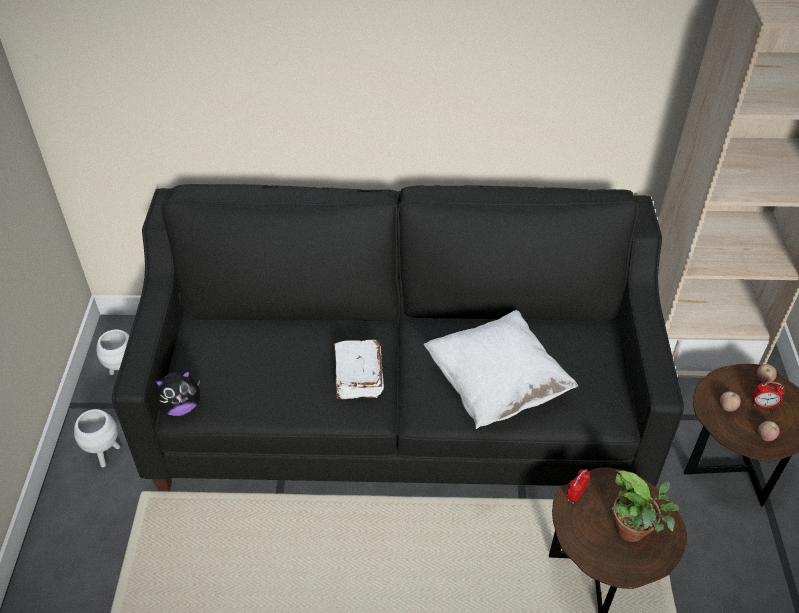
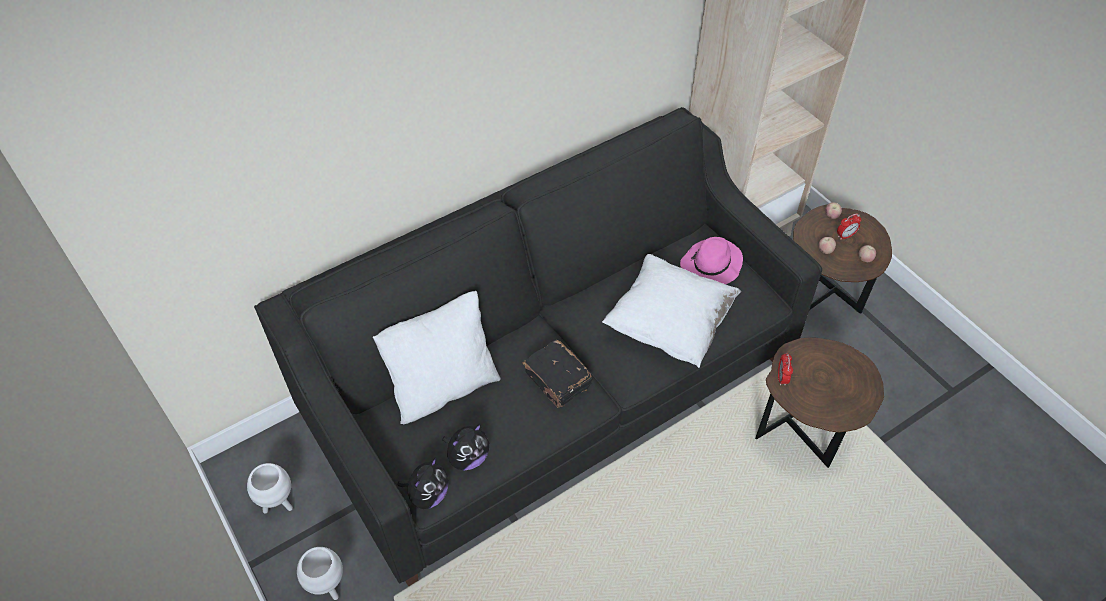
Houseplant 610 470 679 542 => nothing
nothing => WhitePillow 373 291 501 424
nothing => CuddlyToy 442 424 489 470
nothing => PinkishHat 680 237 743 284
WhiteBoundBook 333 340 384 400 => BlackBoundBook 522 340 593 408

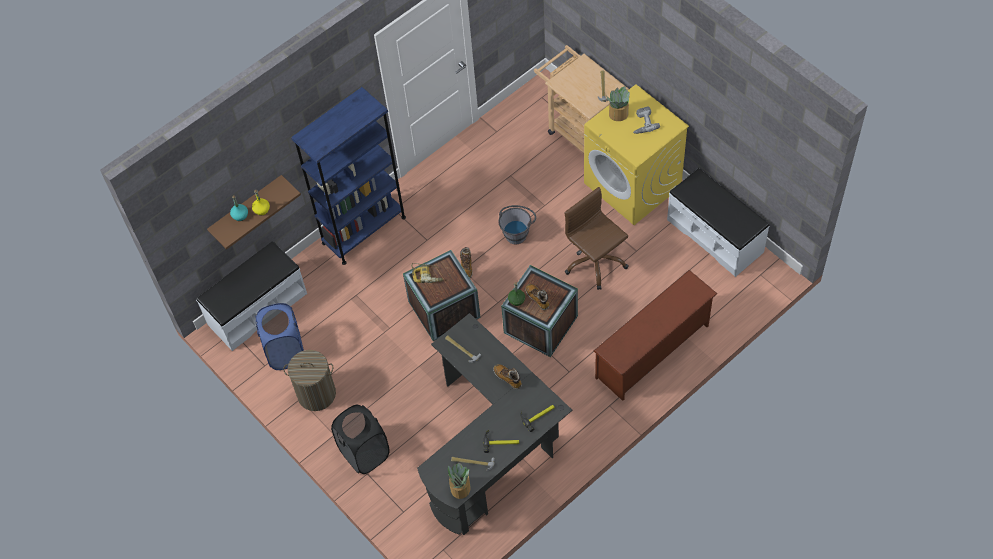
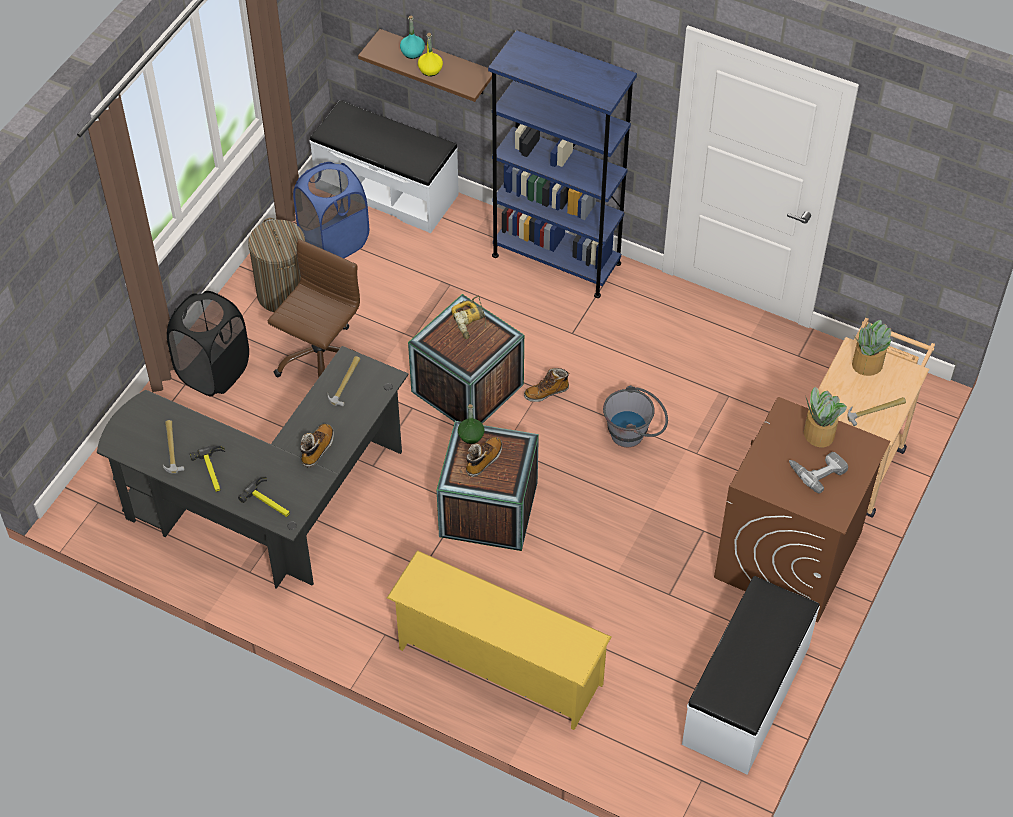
Houseplant 448 463 470 499 => Houseplant 852 320 891 376, shifted
BrownishOfficeChair 565 187 629 290 => BrownishOfficeChair 268 239 360 378, shifted
YellowLaundryMachine 584 84 689 225 => BrownishLaundryMachine 714 397 890 622
BrownishShoeShelf 594 270 717 401 => YellowShoeShelf 387 550 611 730

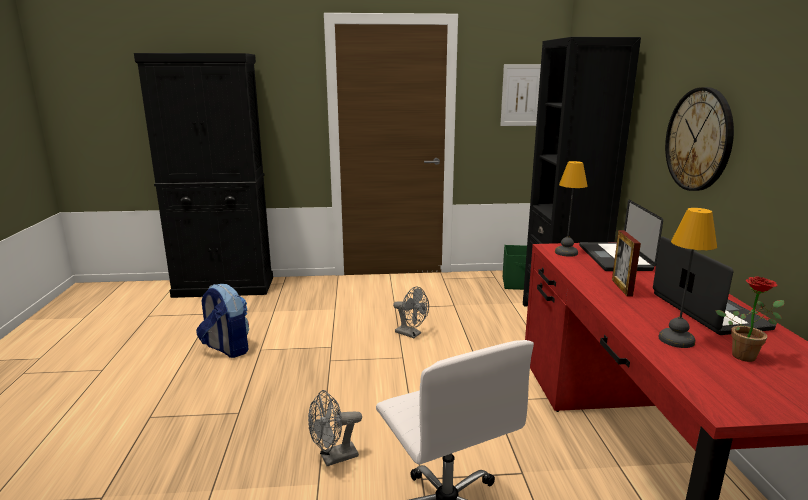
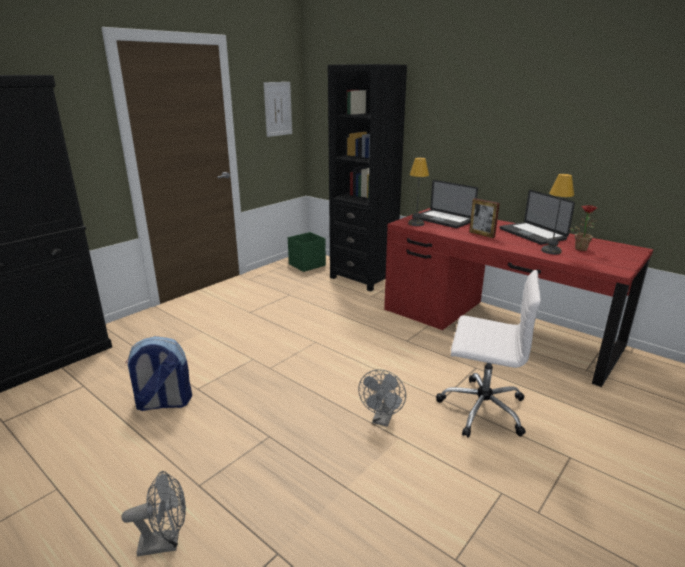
WallClock 665 87 734 191 => nothing
GreyishCoolingFan 393 287 429 338 => GreyishCoolingFan 122 471 186 556, shifted
PortableComputer 653 236 776 335 => PortableComputer 499 190 575 245, 150 degrees counterclockwise

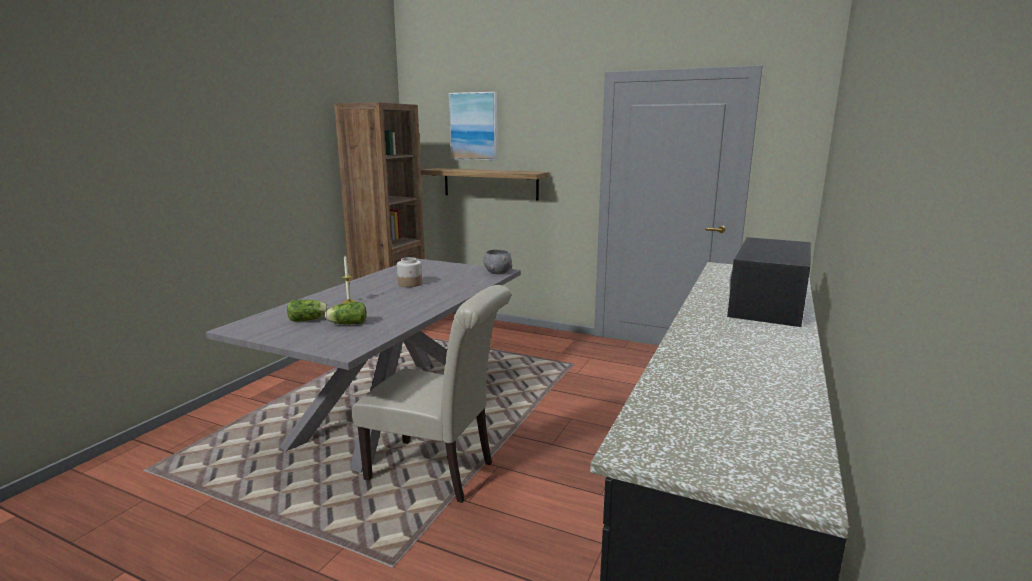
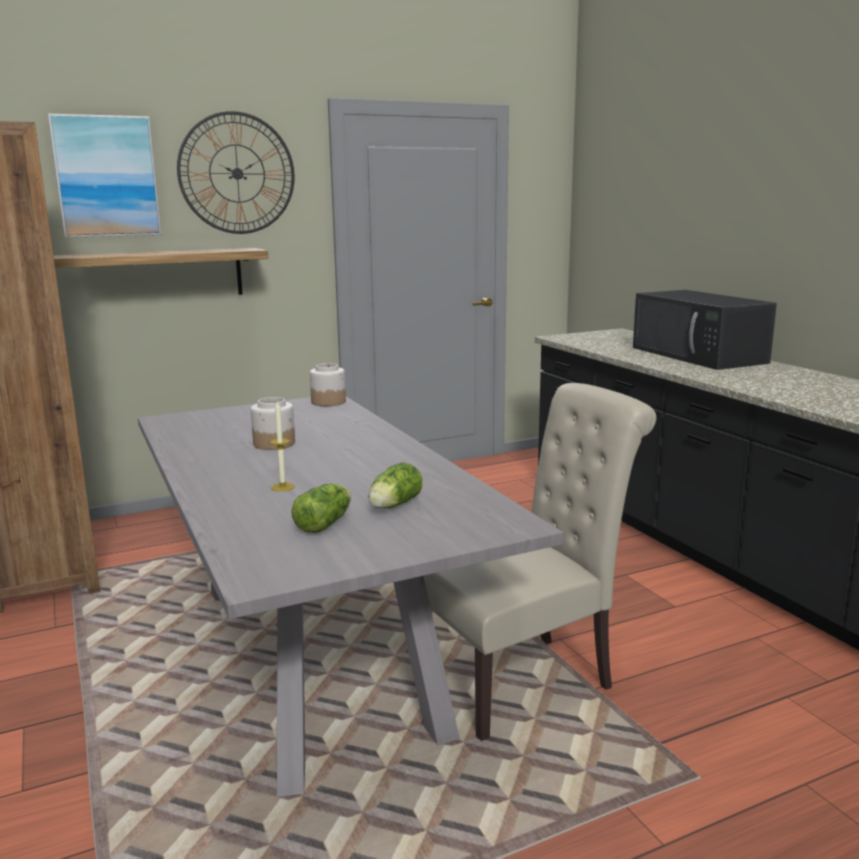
nothing => WallClock 177 111 295 234
GreyishBowl 483 249 512 274 => Jar 310 363 346 406

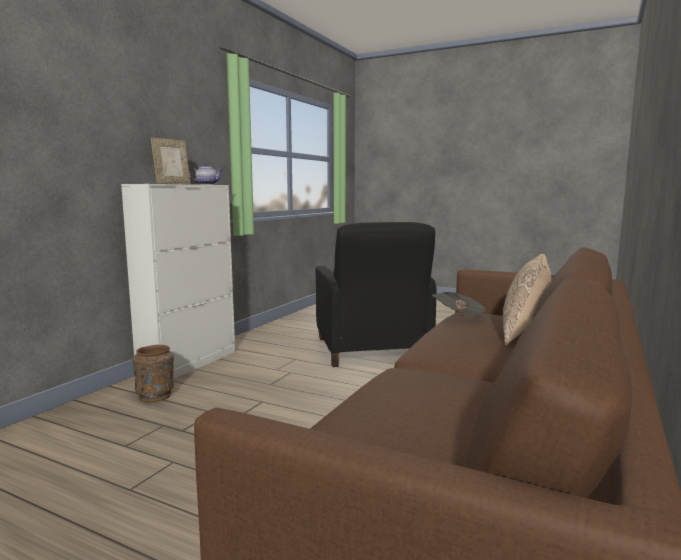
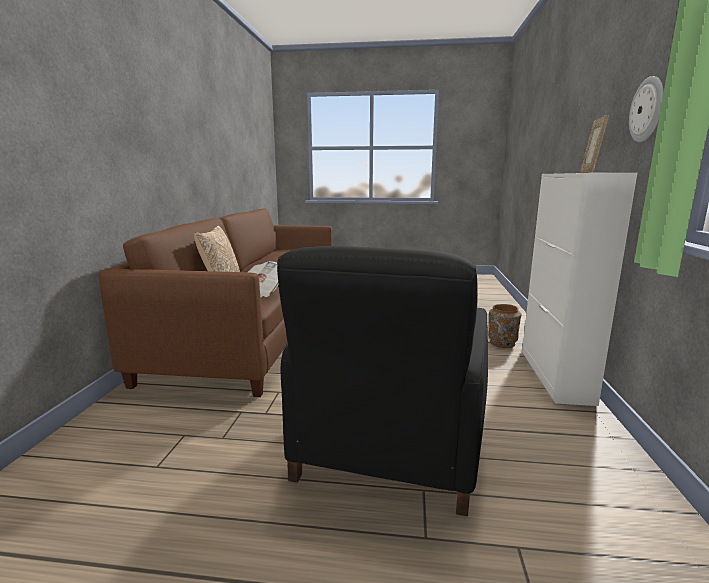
PotForTea 189 163 223 185 => nothing
nothing => WallClock 629 76 664 142
BlackEasyChair 316 222 437 367 => BlackEasyChair 277 246 488 516, 135 degrees counterclockwise

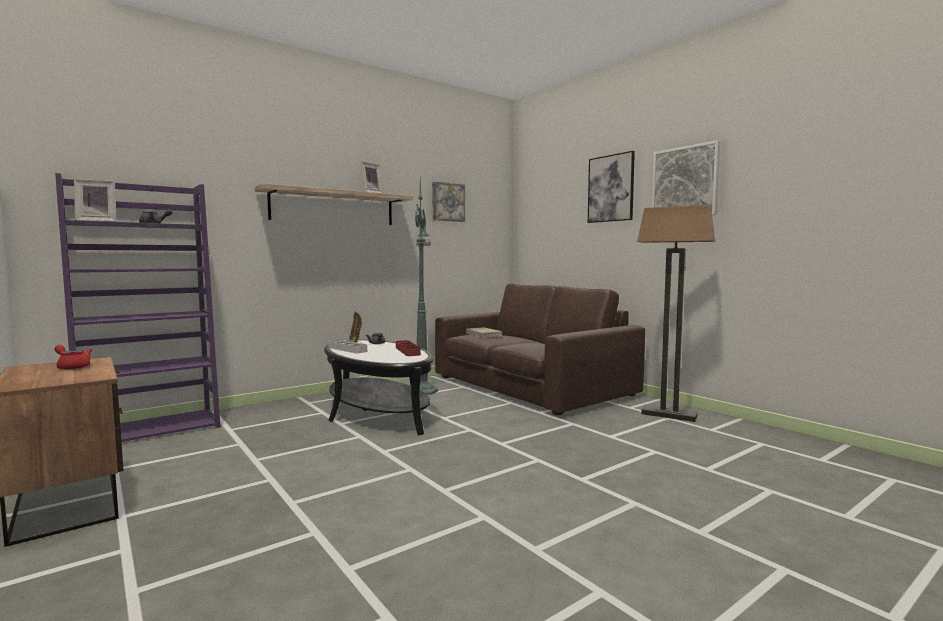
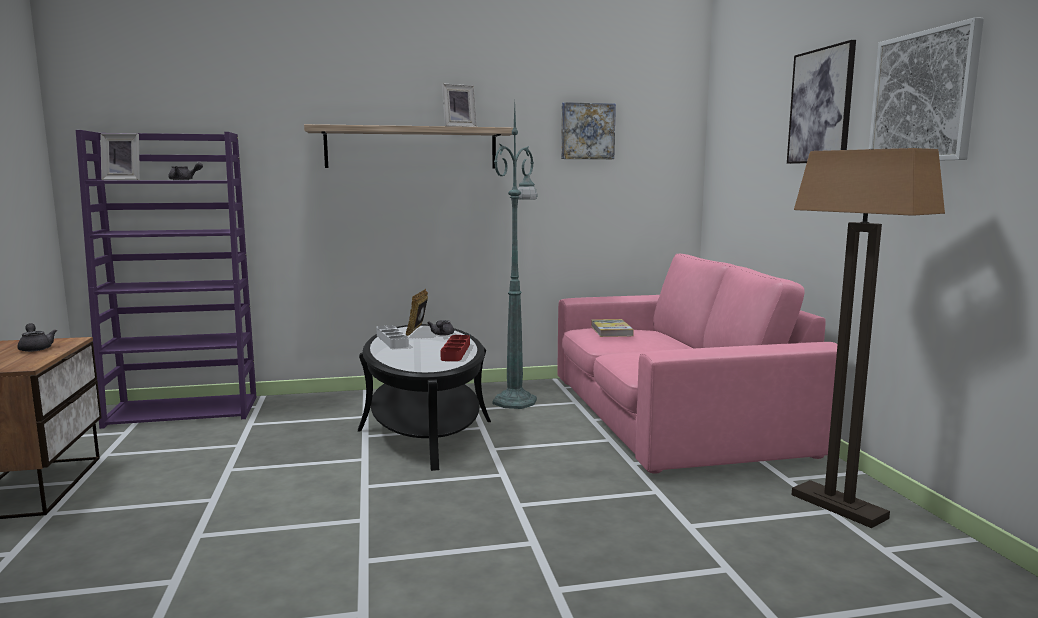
RedPotForTea 54 345 92 370 => GreyishPotForTea 17 323 57 352
BrownishSofa 435 283 645 415 => PinkishSofa 557 254 837 474

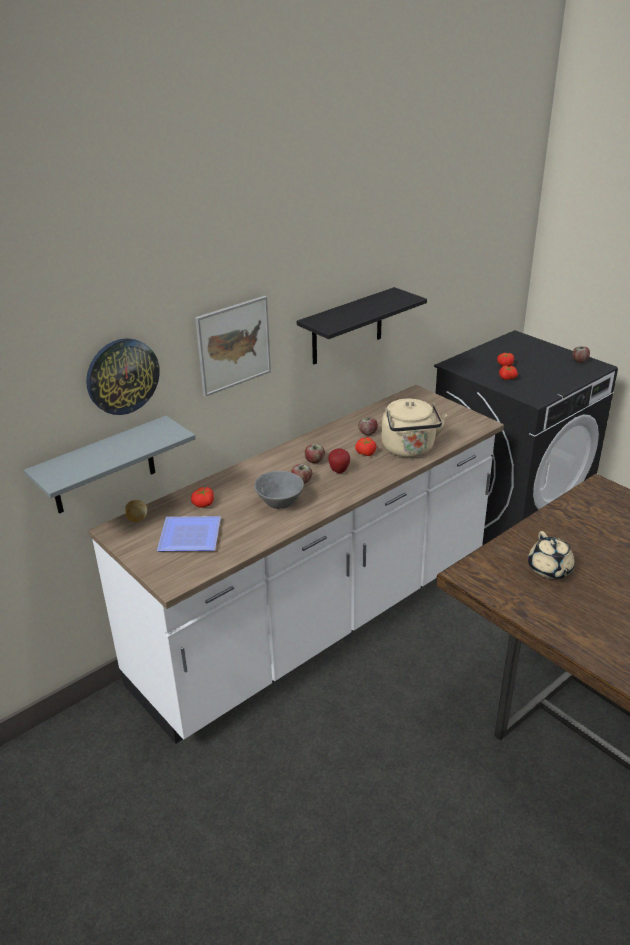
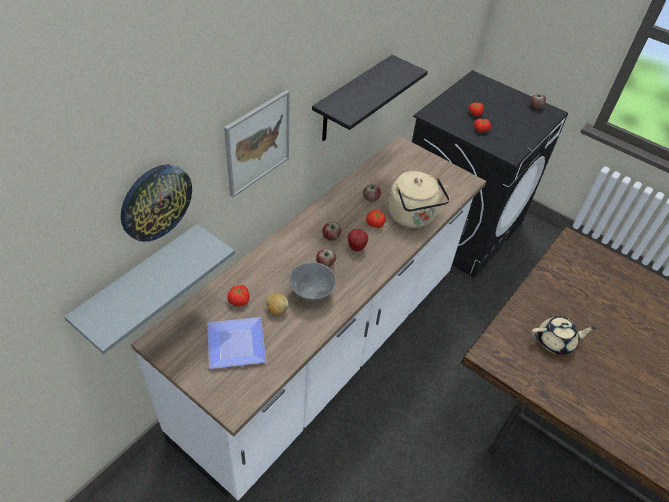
Spud 125 500 147 522 => Spud 266 293 288 315, shifted
BeigePotForTea 528 531 575 579 => BeigePotForTea 531 316 596 355, 75 degrees counterclockwise

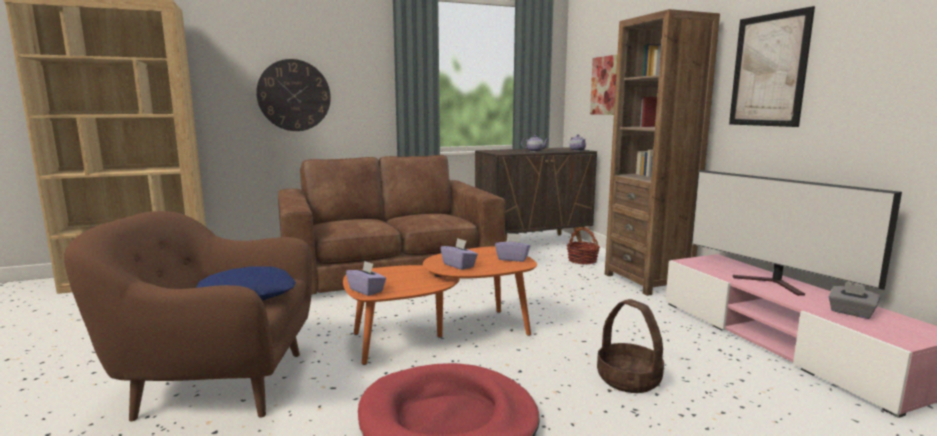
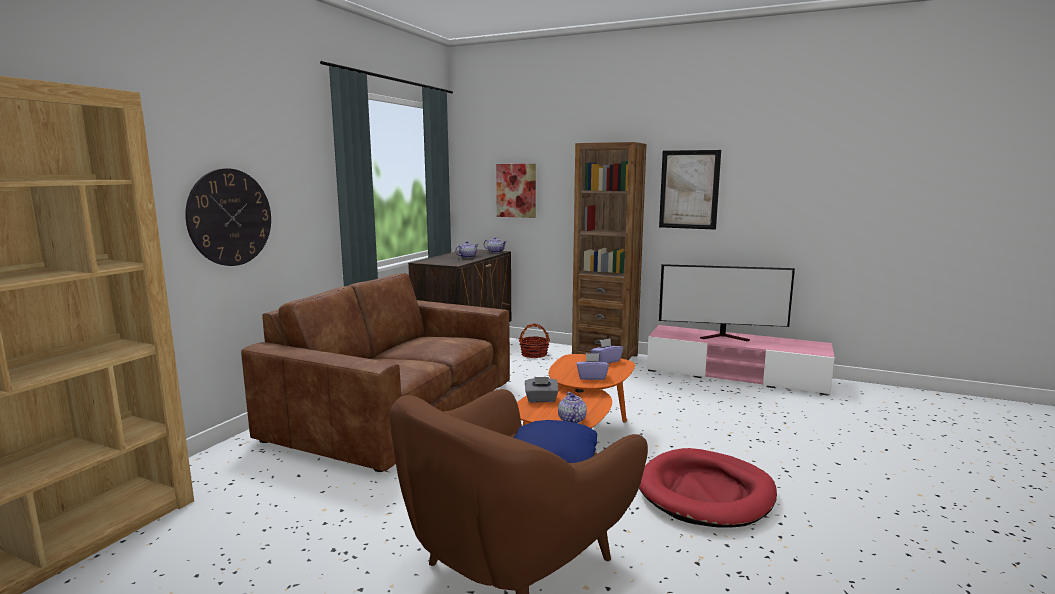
StorageBasket 597 299 664 393 => nothing
GreyishTissueHolder 829 283 880 319 => GreyishTissueHolder 525 377 558 403, shifted
PurpleTissueHolder 346 261 386 296 => PotForTea 558 392 587 423

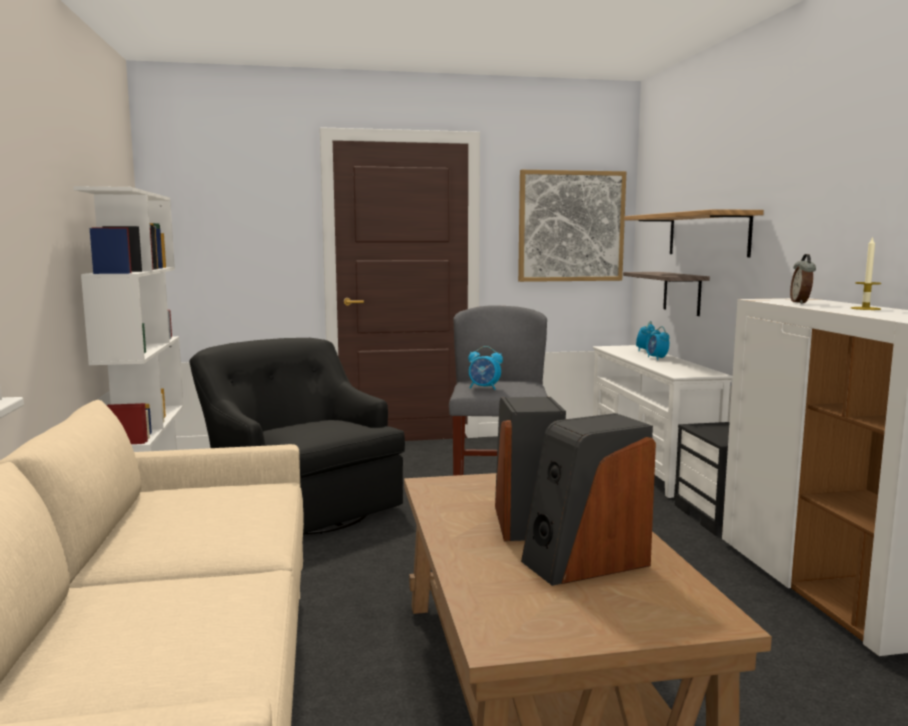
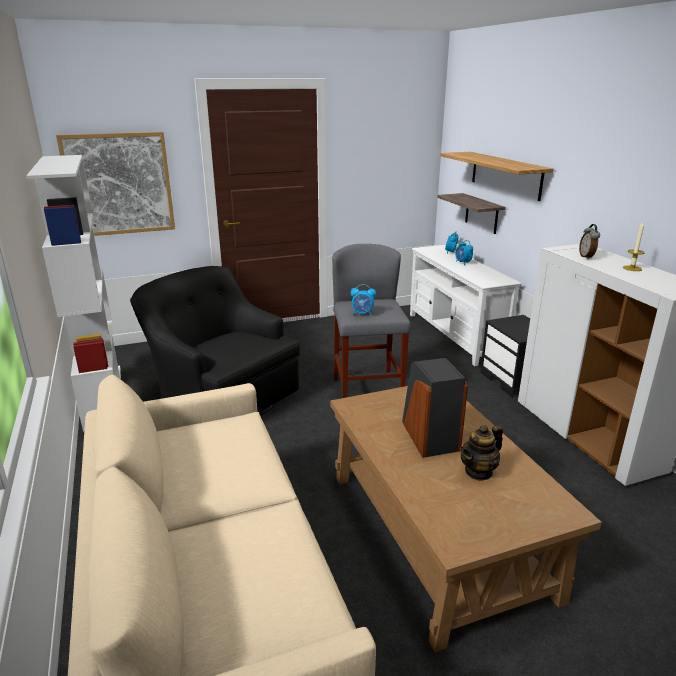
WallArt 518 170 626 282 => WallArt 56 132 175 236, shifted
AudioSpeaker 521 413 656 586 => PotForTea 460 425 503 481

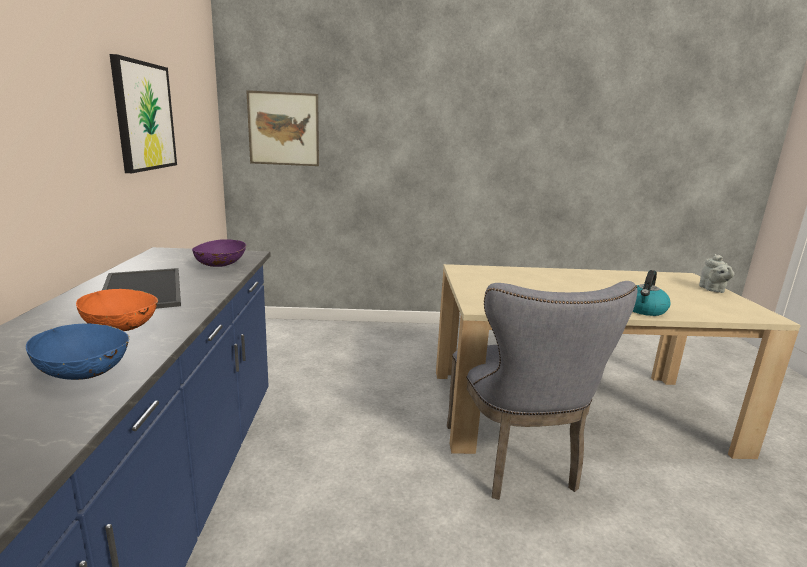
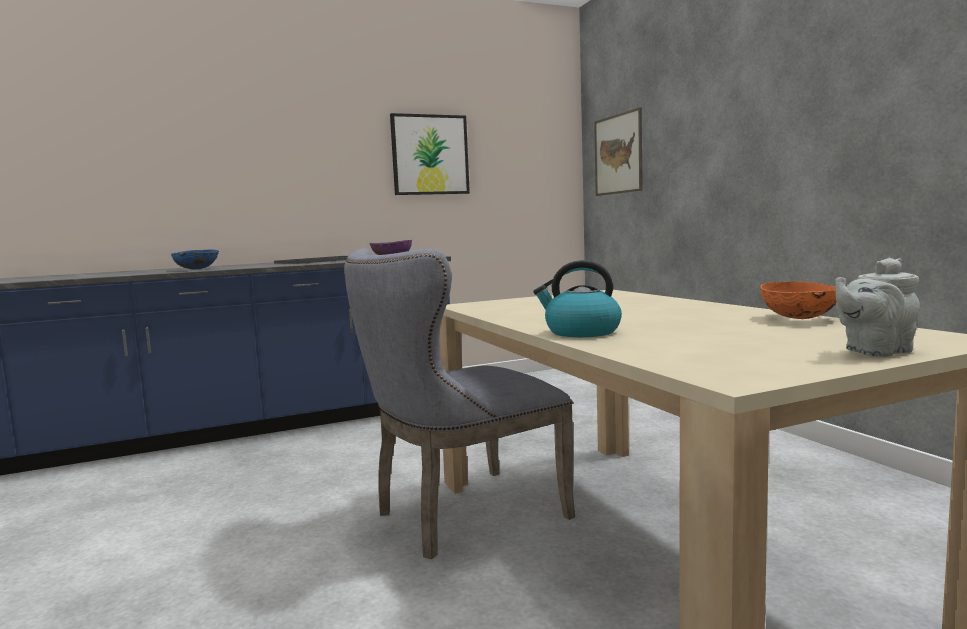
OrangeyBowl 76 289 158 331 => OrangeyBowl 760 281 837 319, shifted

